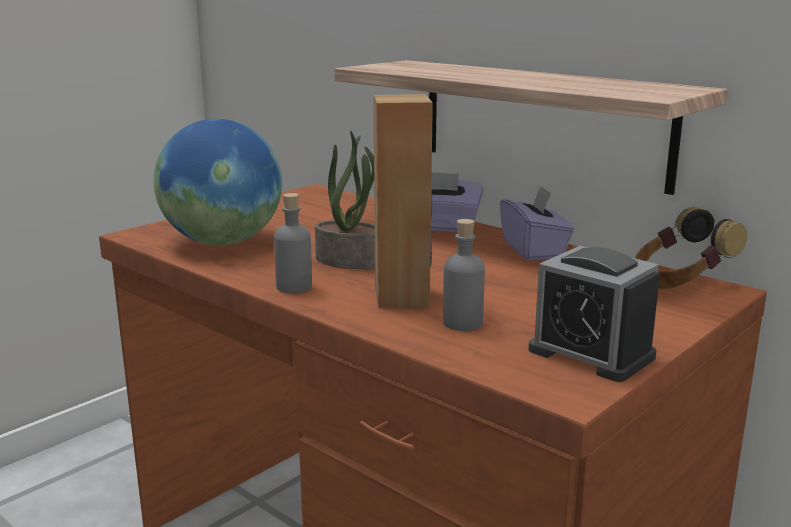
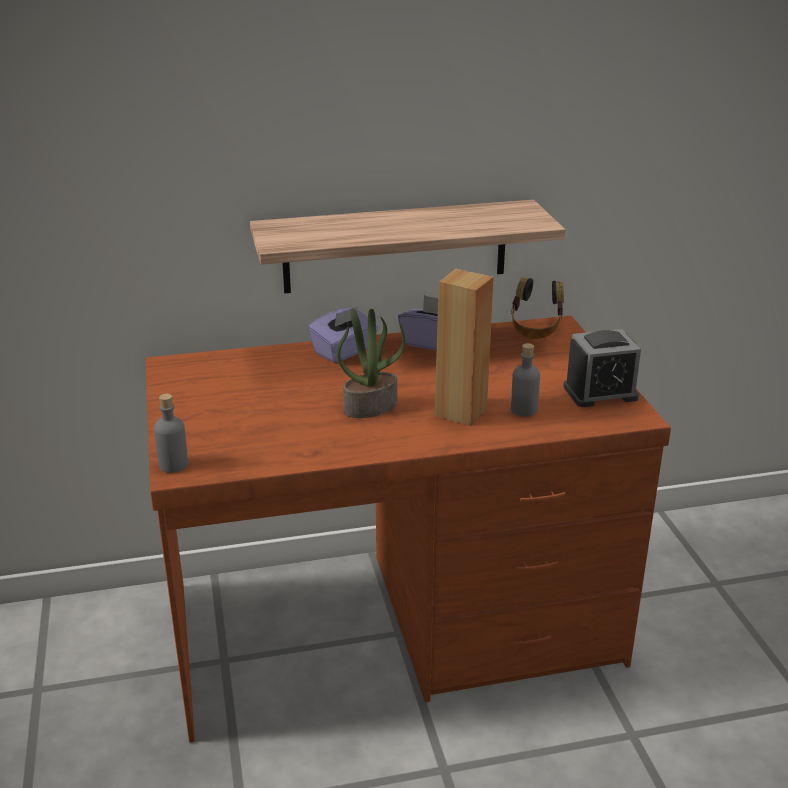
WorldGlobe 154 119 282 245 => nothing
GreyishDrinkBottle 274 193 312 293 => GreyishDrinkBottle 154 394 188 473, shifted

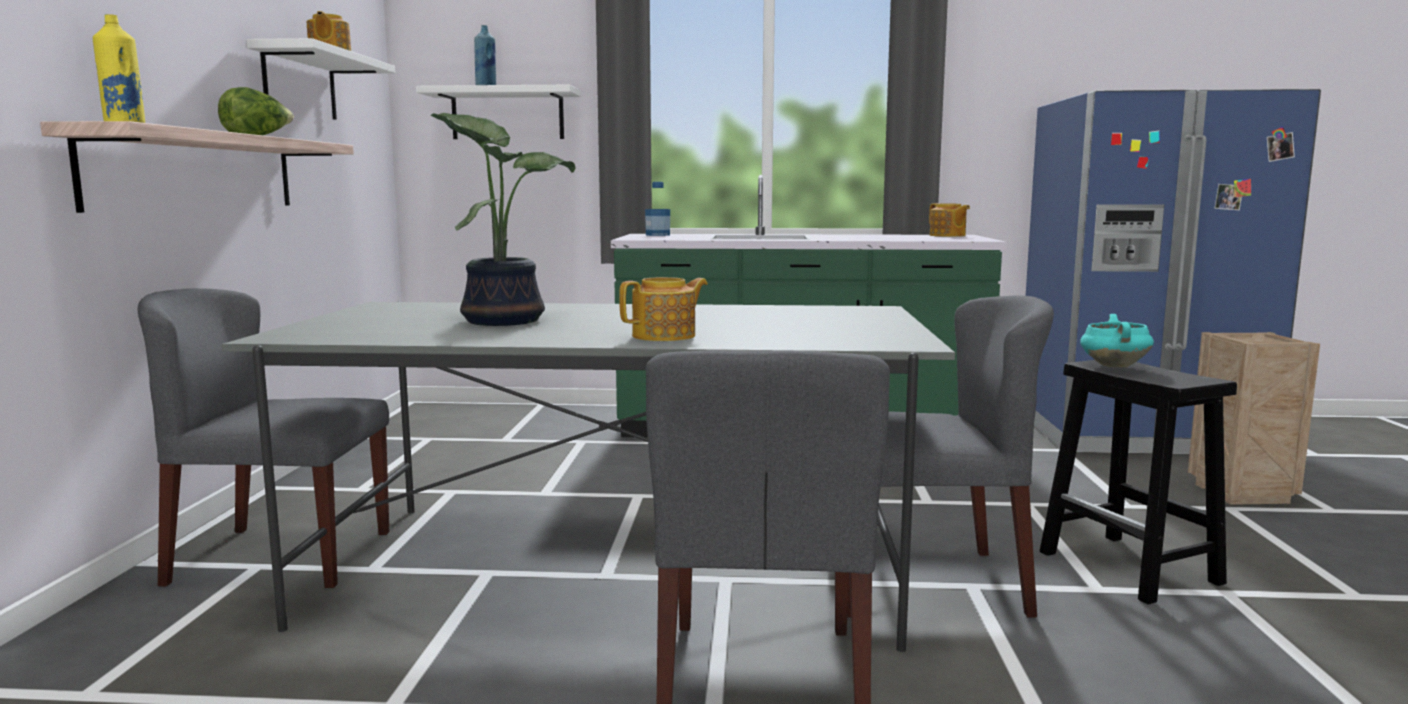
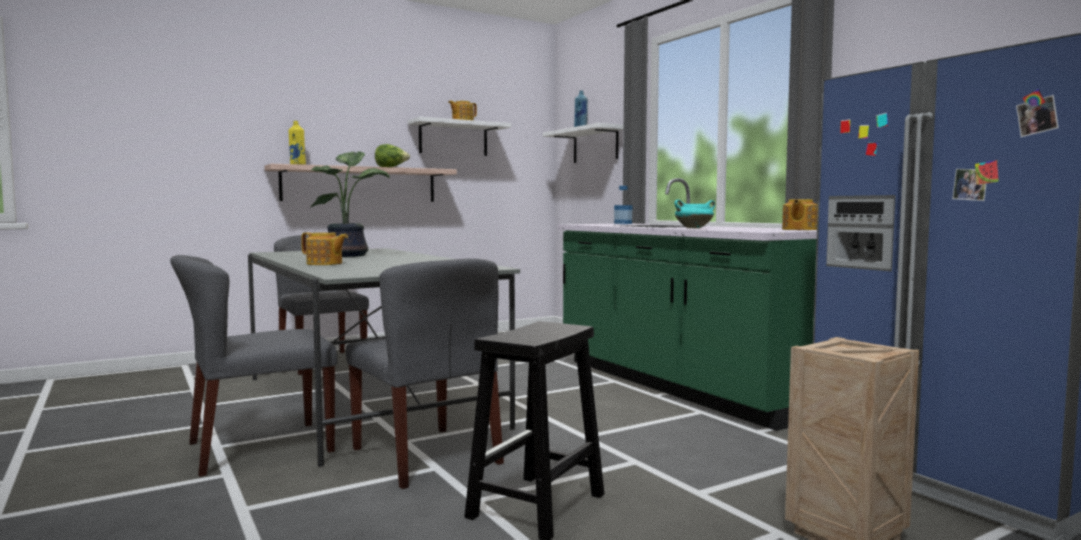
TurquoiseCookingPot 1080 314 1154 367 => TurquoiseCookingPot 674 200 715 228, shifted

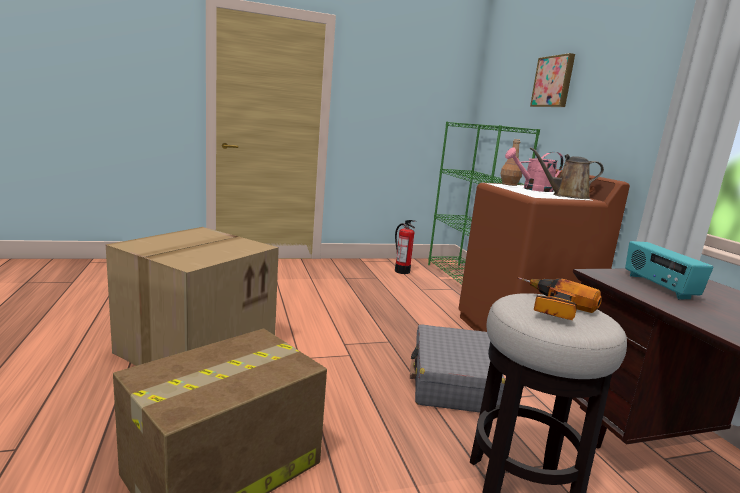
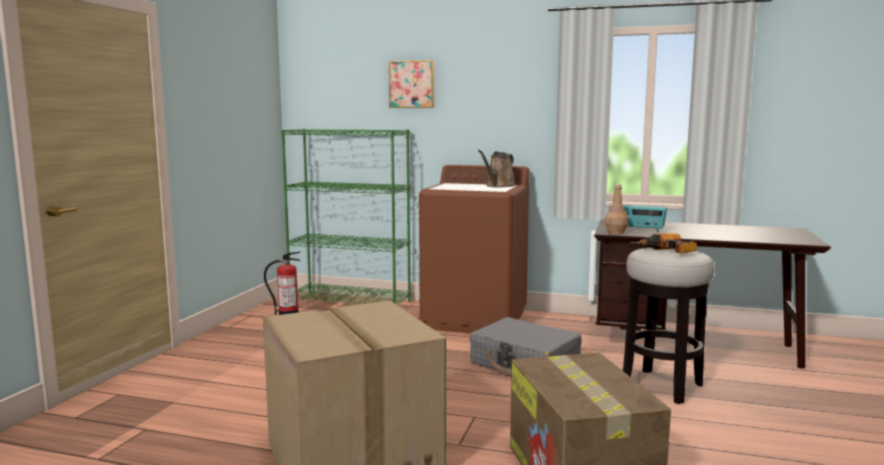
PinkishWateringPot 505 148 563 192 => nothing
BrownishDrinkBottle 501 139 522 186 => BrownishDrinkBottle 605 184 628 235, shifted

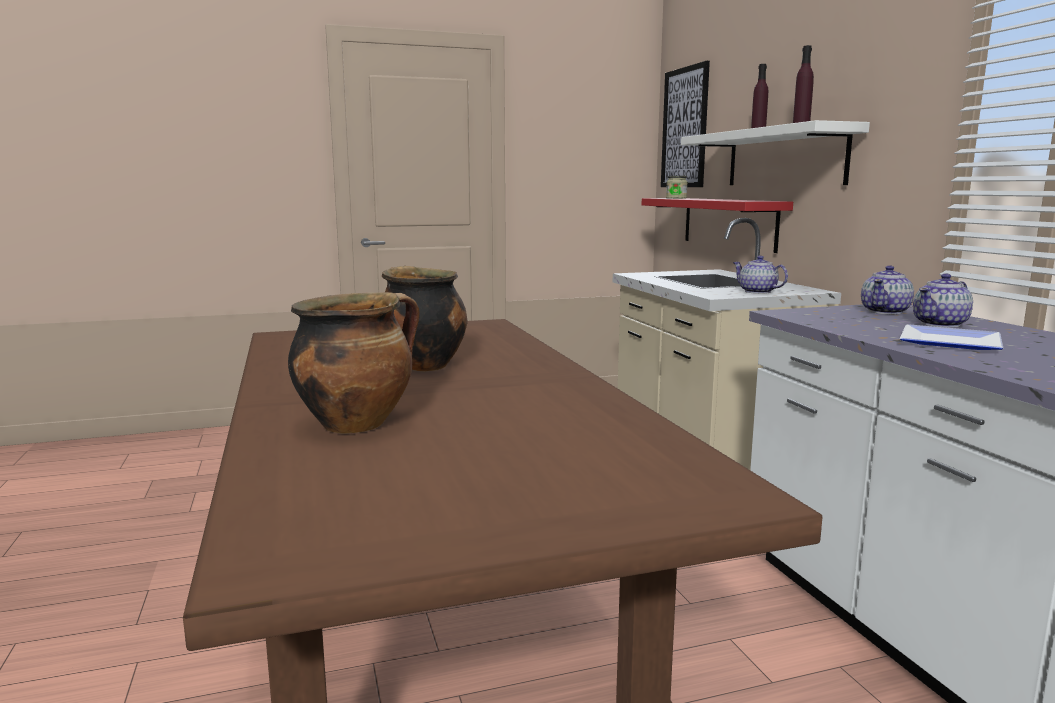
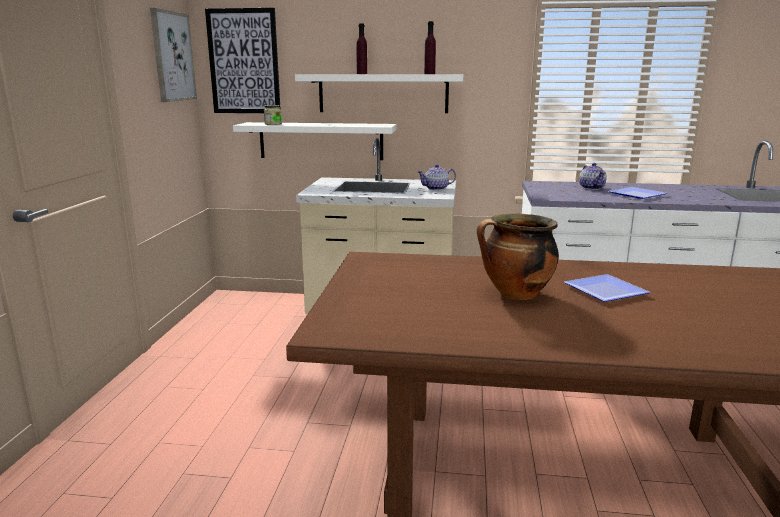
CookingPot 288 292 420 433 => nothing
PotForTea 861 265 914 314 => nothing
nothing => WallArt 150 8 197 102
nothing => FlatDish 564 274 650 302
RedShelf 642 198 793 253 => WhiteShelf 233 122 397 160

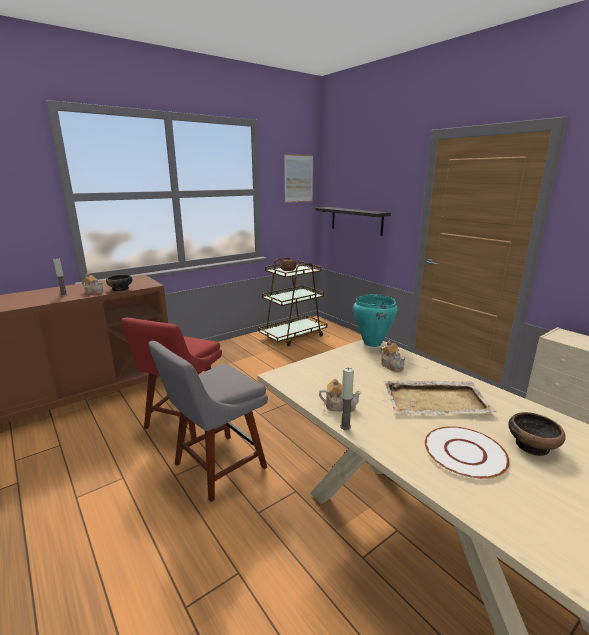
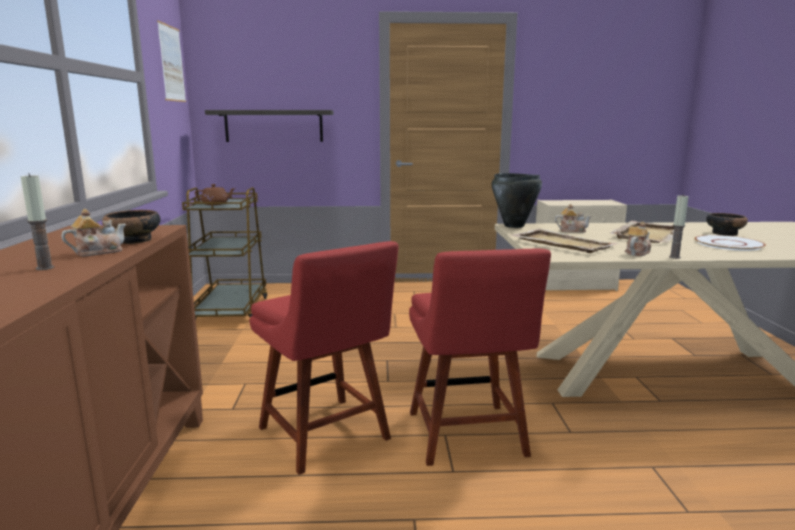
nothing => BeigeCarryingTray 511 229 620 253
GreyishPlainChair 148 341 268 502 => RedPlainChair 409 249 551 466
TurquoiseCookingPot 353 294 398 347 => BlackCookingPot 492 173 542 228

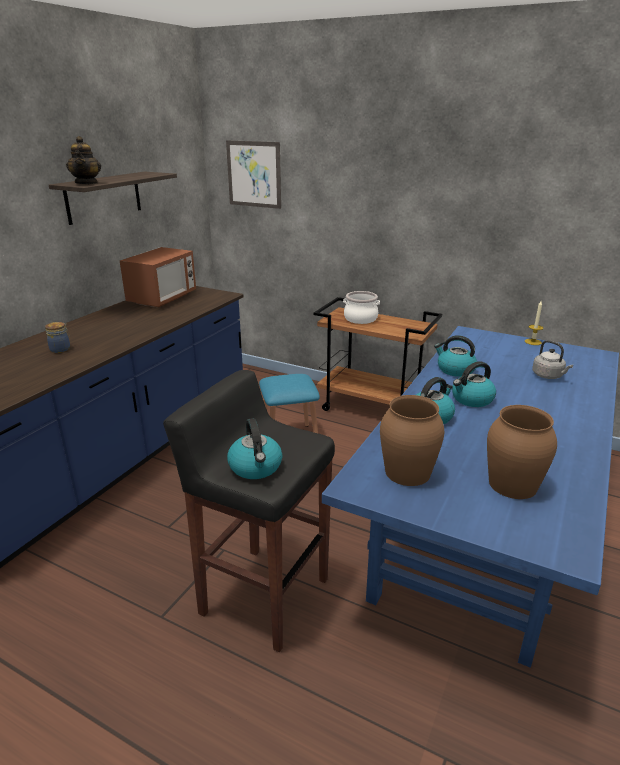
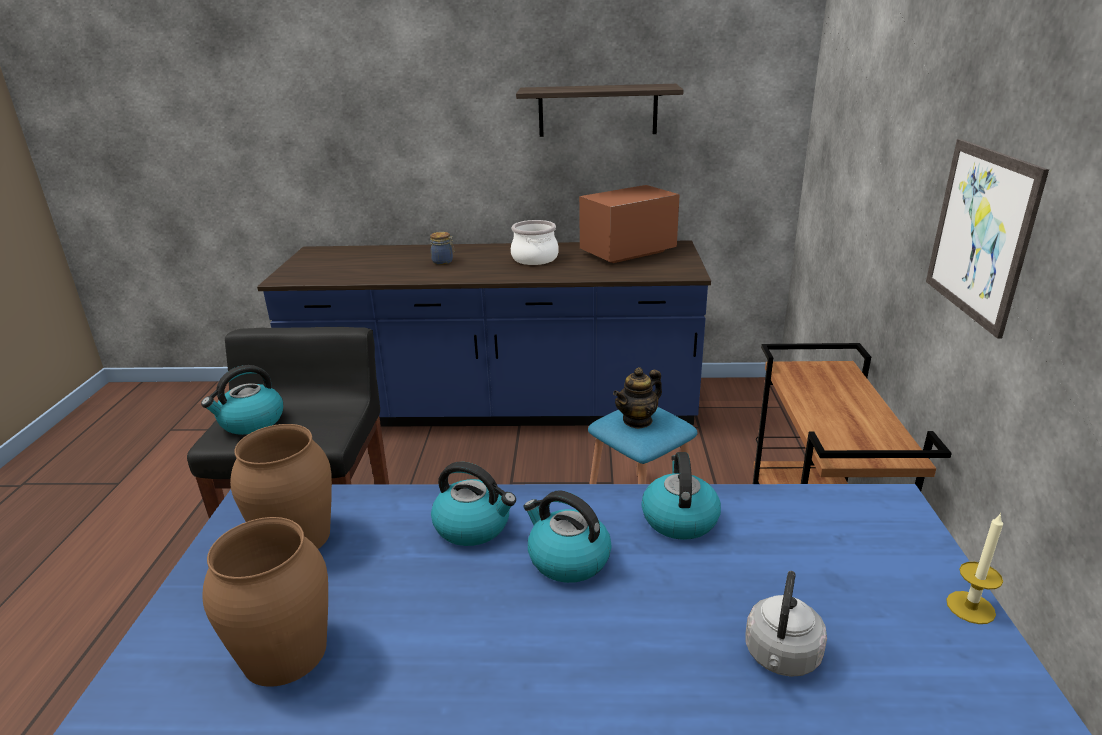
PotForTea 66 136 101 184 => PotForTea 613 367 662 429, shifted
WallArt 226 140 281 209 => WallArt 926 139 1049 339, shifted
CookingPot 343 291 380 324 => CookingPot 511 220 559 265, shifted
KitchenMicrowave 120 247 196 307 => KitchenMicrowave 579 185 680 263, 150 degrees clockwise

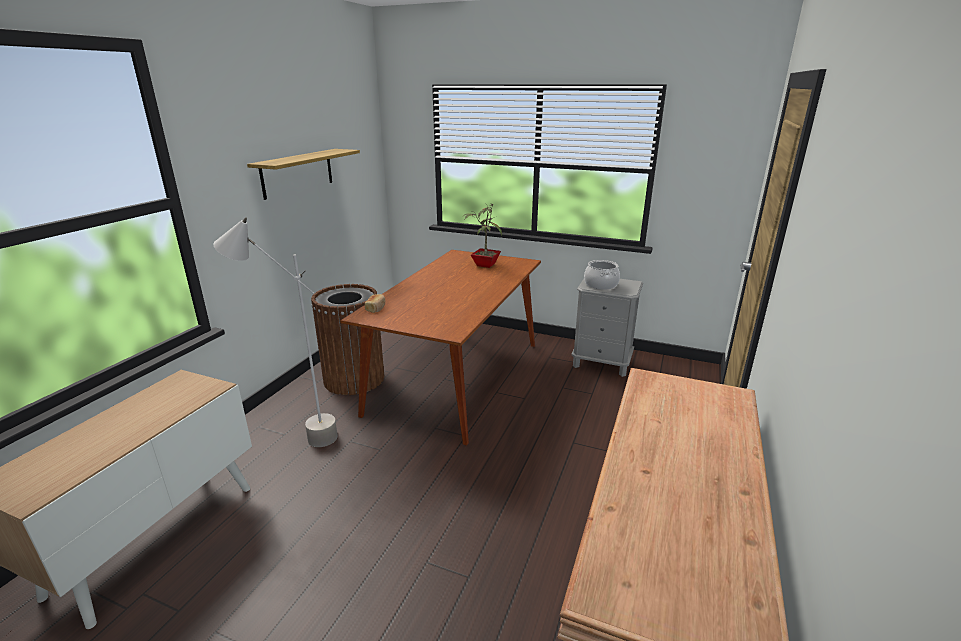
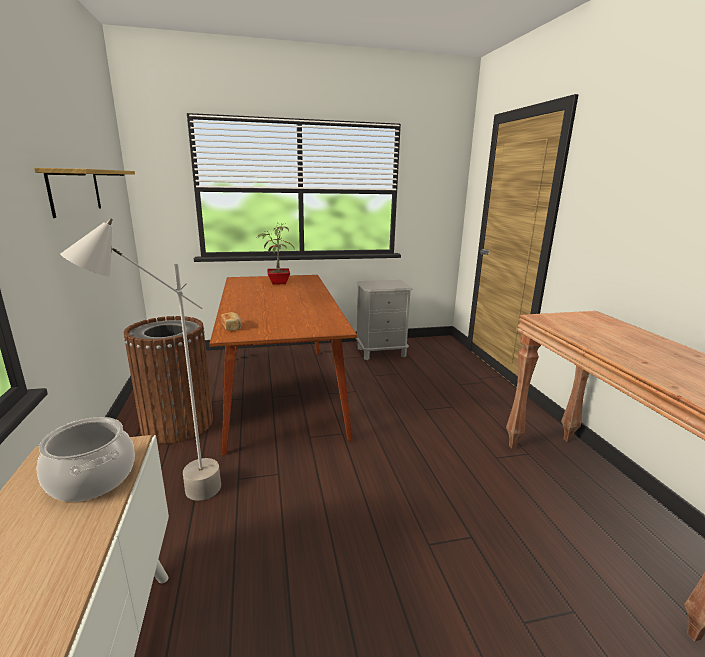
CookingPot 584 260 620 290 => CookingPot 36 417 135 502, shifted

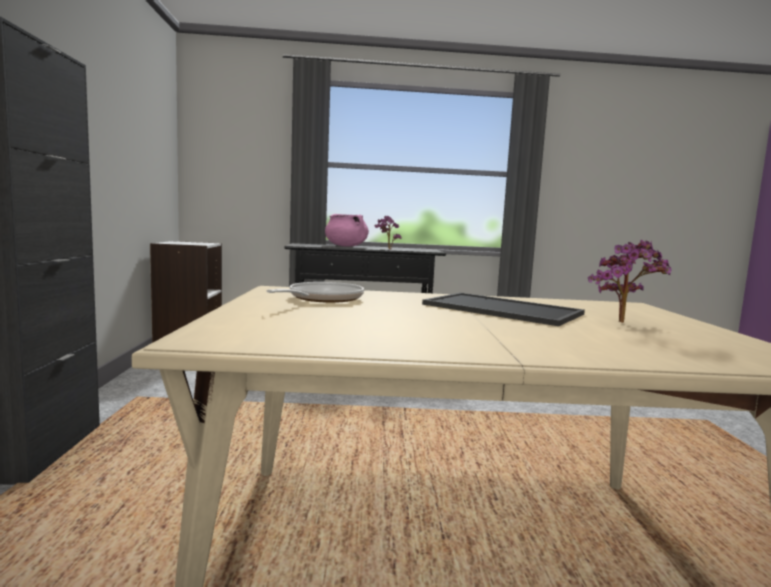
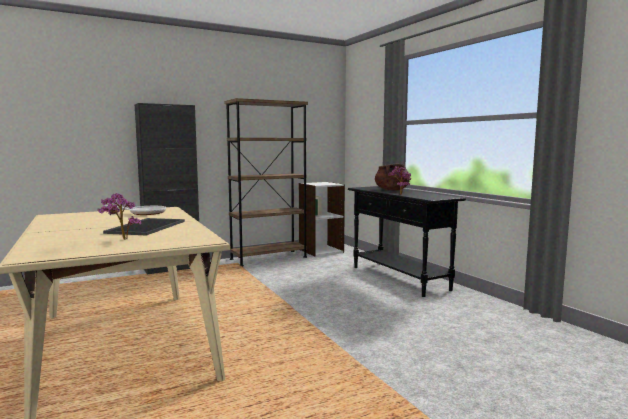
nothing => BrownishBookcase 225 98 308 267
PinkishCookingPot 325 214 369 247 => BrownishCookingPot 375 164 410 191

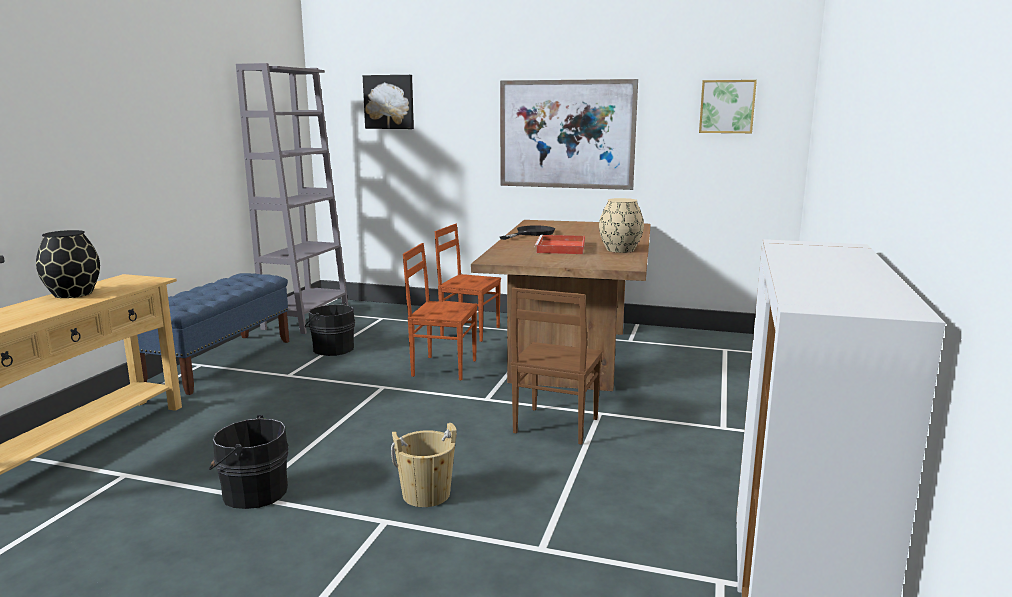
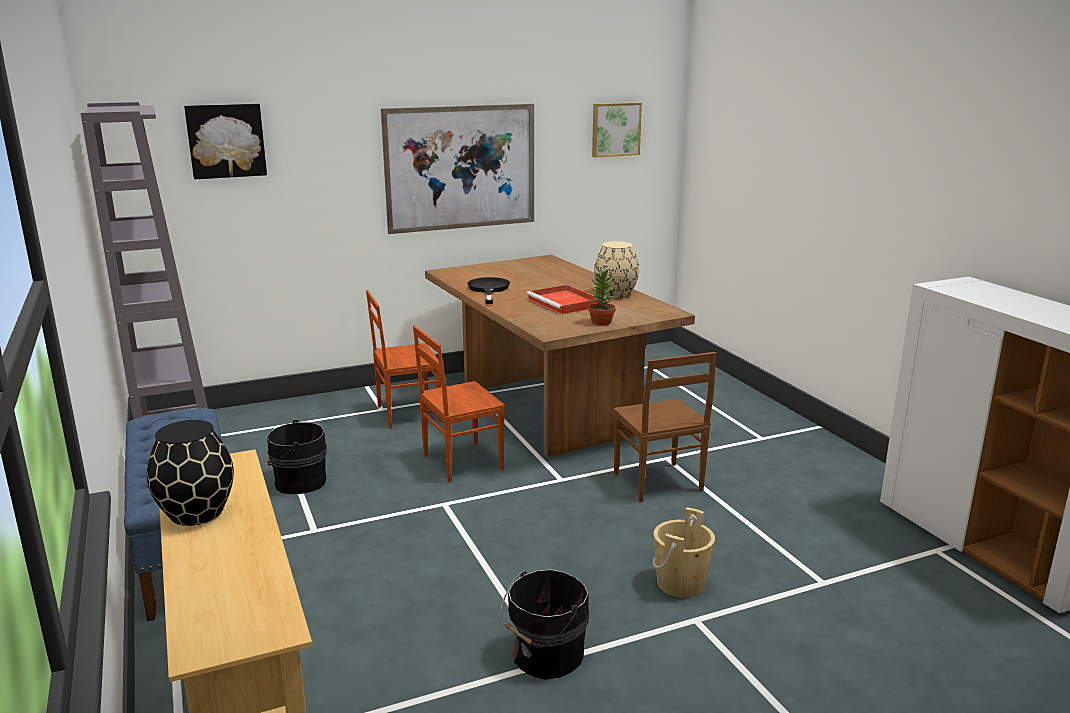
nothing => Houseplant 588 268 616 326

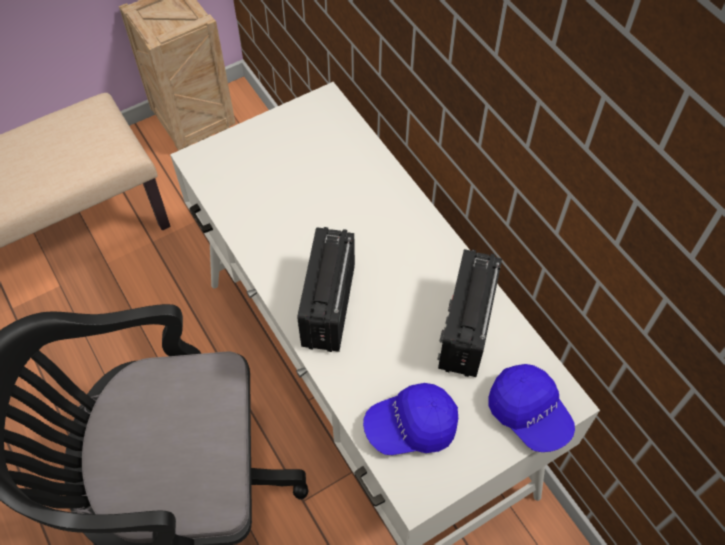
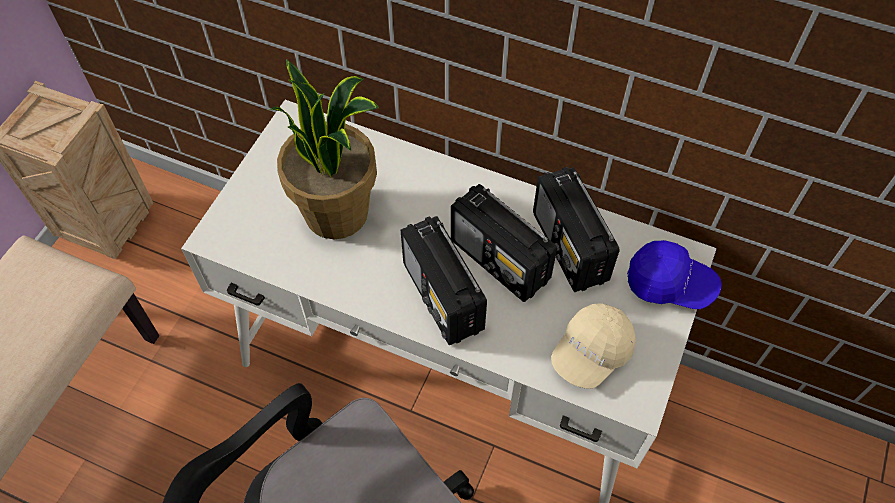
nothing => Houseplant 269 59 379 239
nothing => RadioSet 451 184 557 302
BlueBaseballCap 363 383 458 455 => BeigeBaseballCap 551 303 636 389

